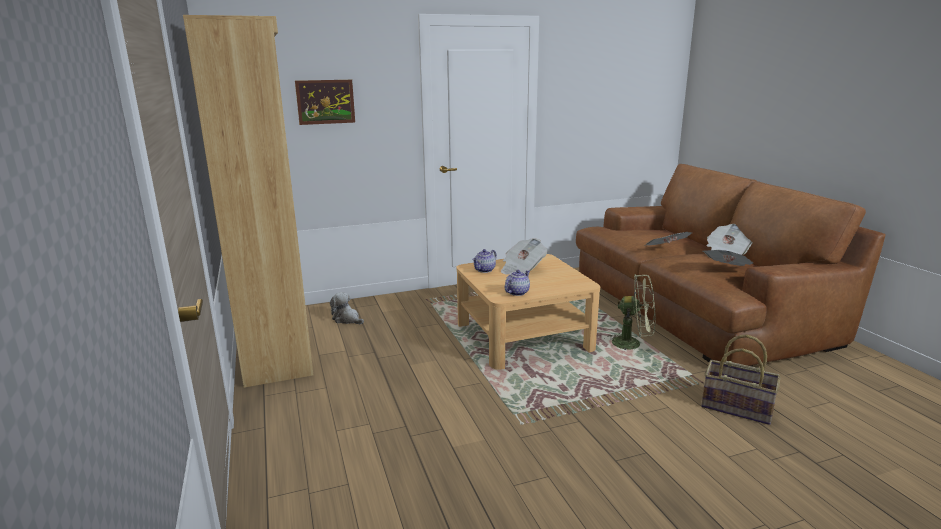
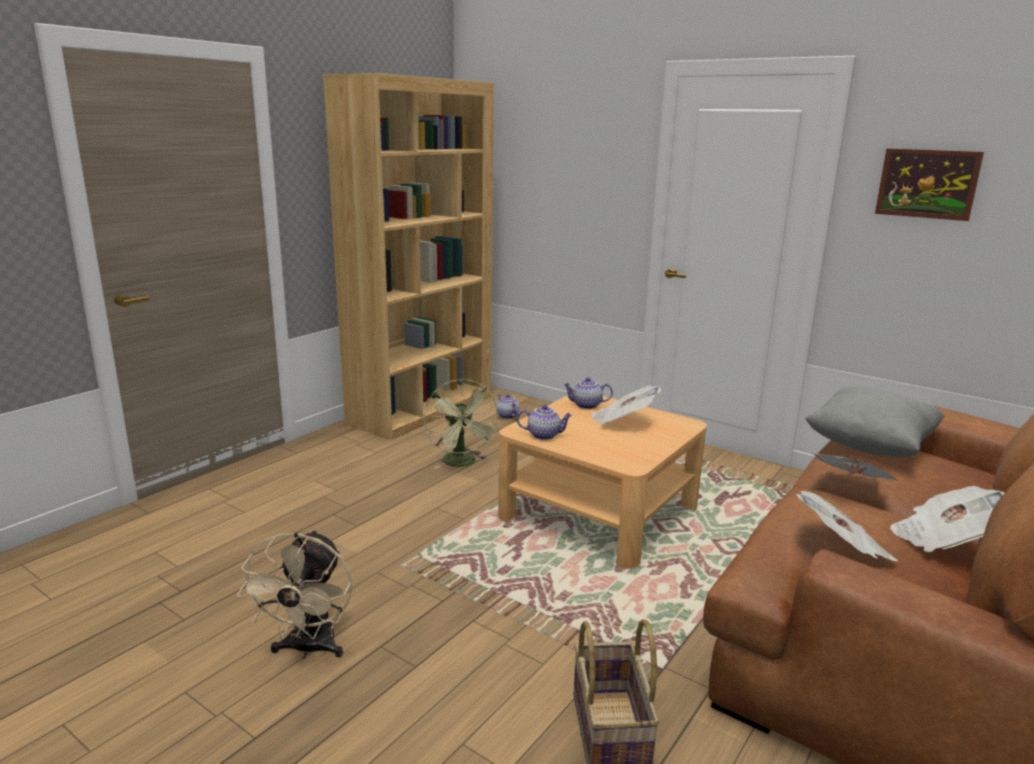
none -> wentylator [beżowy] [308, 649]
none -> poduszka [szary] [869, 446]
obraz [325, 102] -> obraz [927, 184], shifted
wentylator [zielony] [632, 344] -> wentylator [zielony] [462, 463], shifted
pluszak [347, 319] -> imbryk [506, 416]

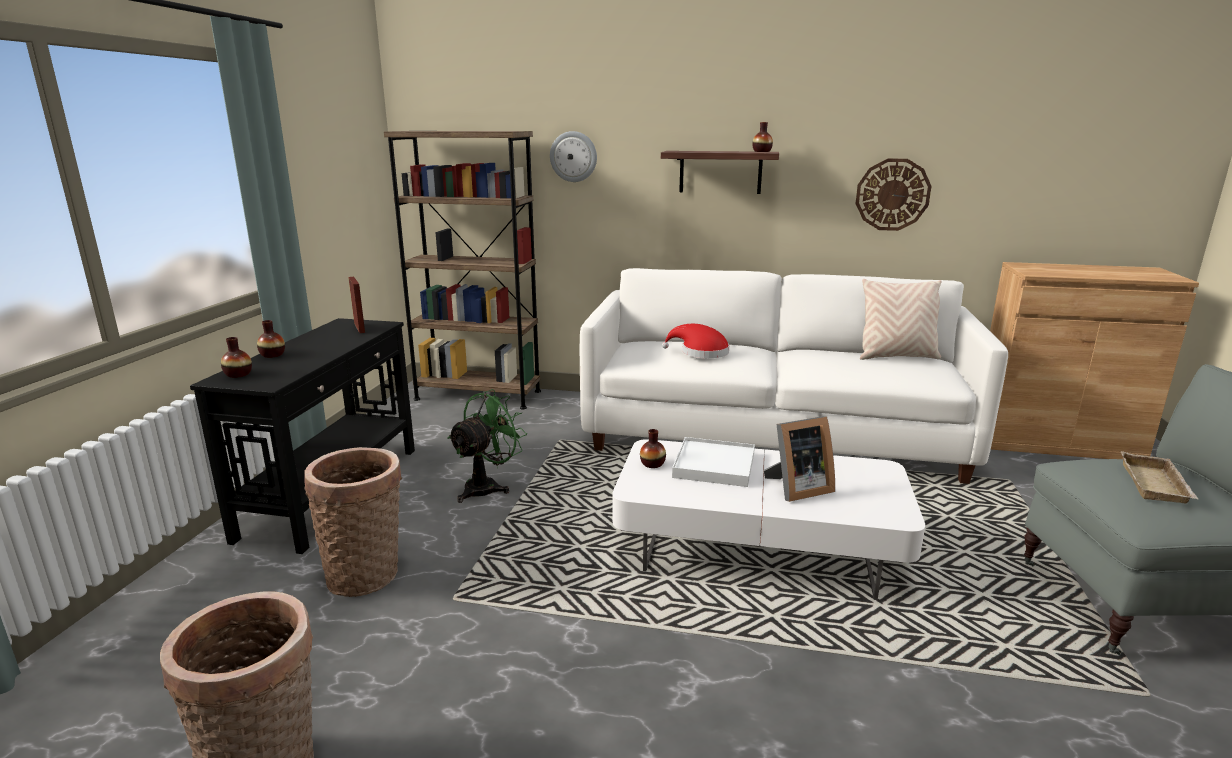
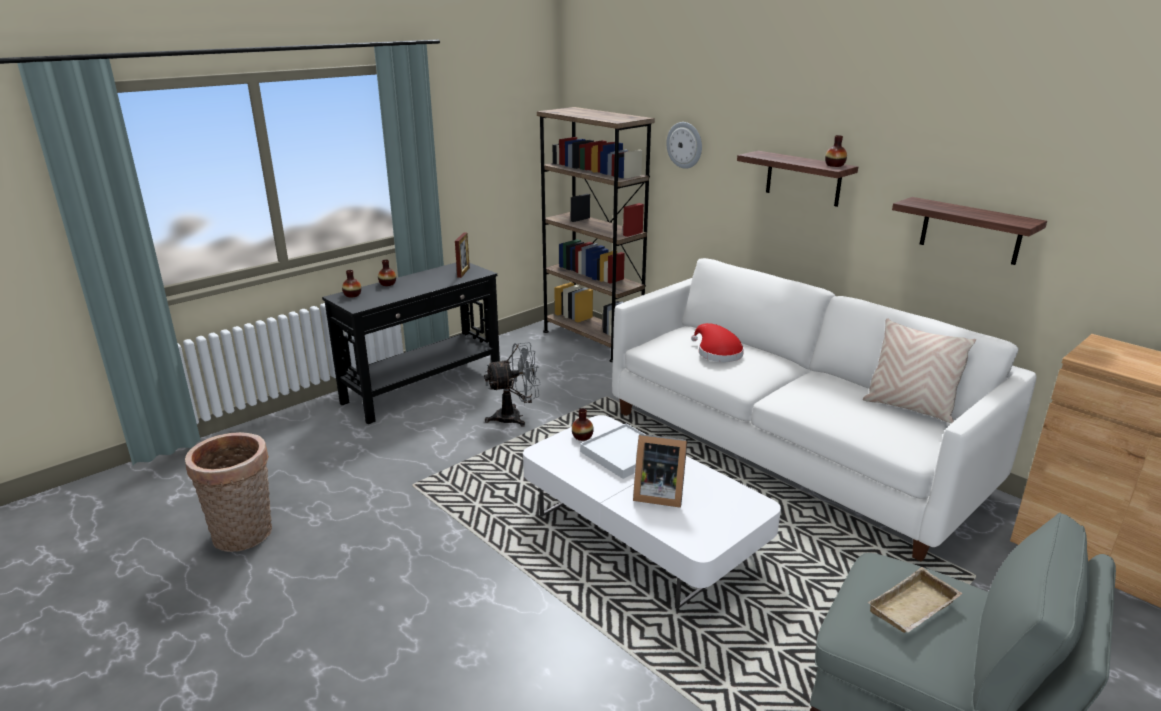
koszyk [367, 573] -> none
zegar ścienny [892, 194] -> półka [970, 231]
wentylator [zielony] [487, 487] -> wentylator [szary] [515, 417]

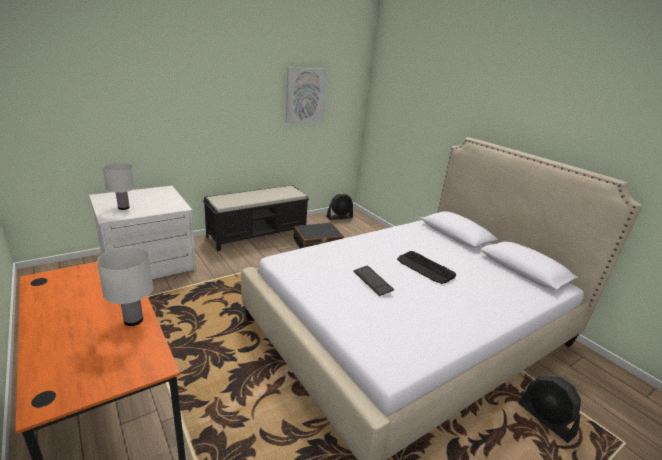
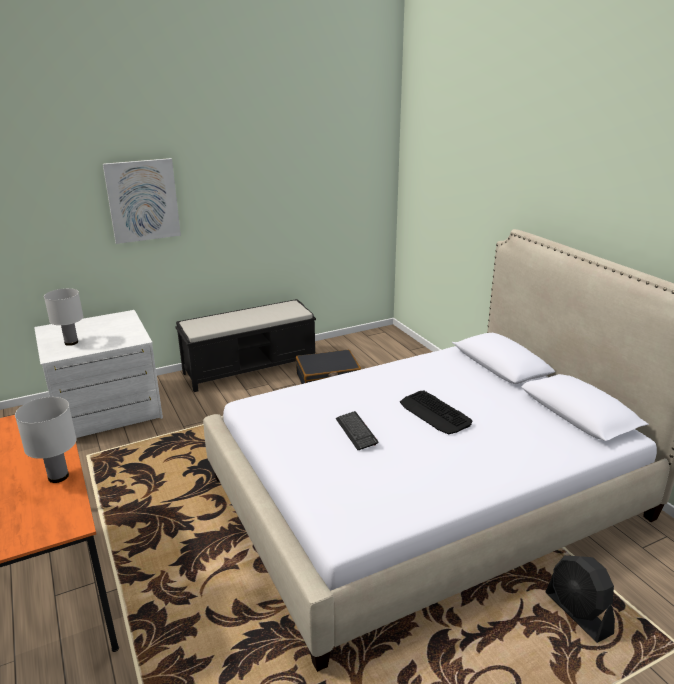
wentylator [czarny] [339, 217] -> none
obraz [305, 95] -> obraz [143, 200], shifted

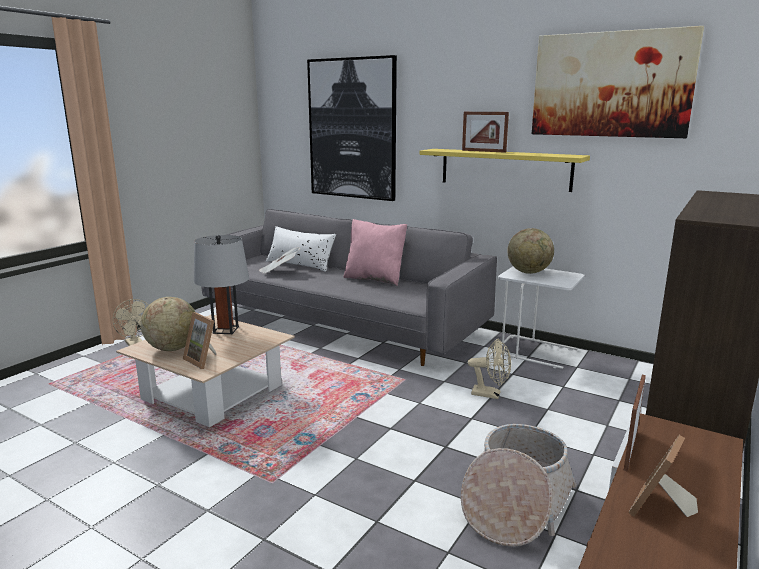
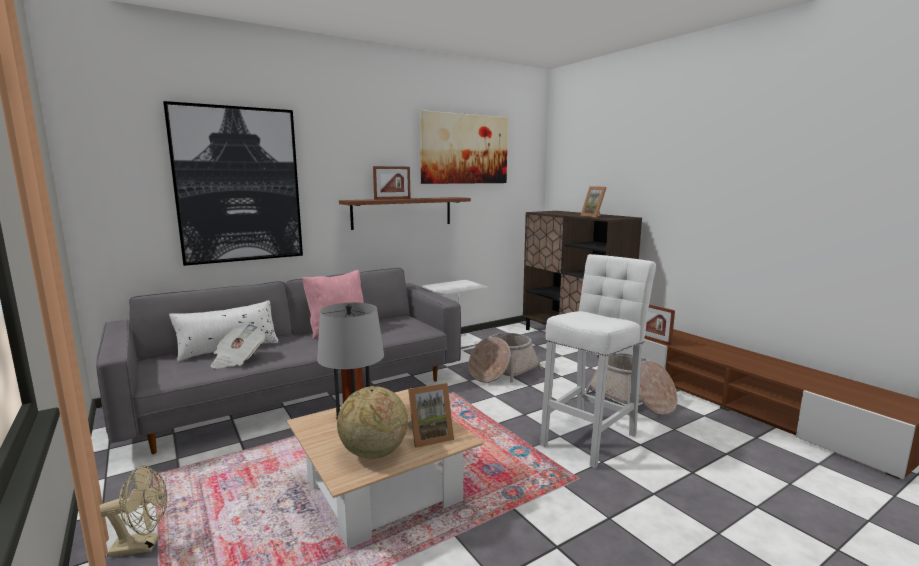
globus [529, 272] -> none
none -> stołek [biały] [591, 437]
ramka na zdjęcie [659, 509] -> ramka na zdjęcie [594, 216], shifted
wentylator [beżowy] [490, 394] -> koszyk [502, 372]
półka [żółty] [505, 169] -> półka [brązowy] [402, 212]

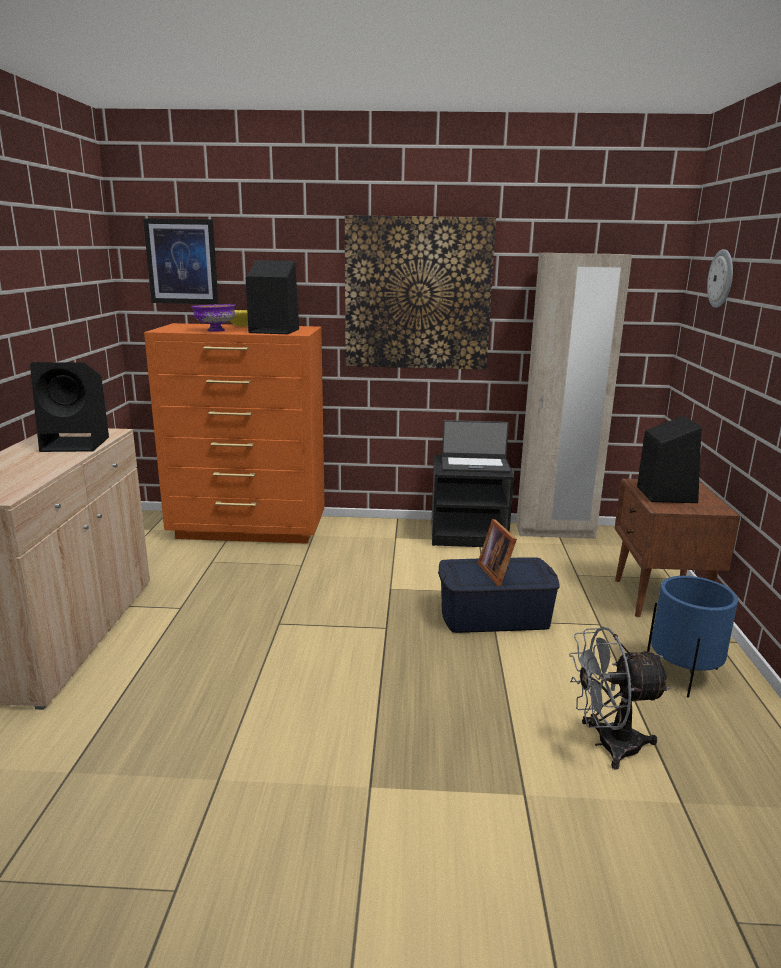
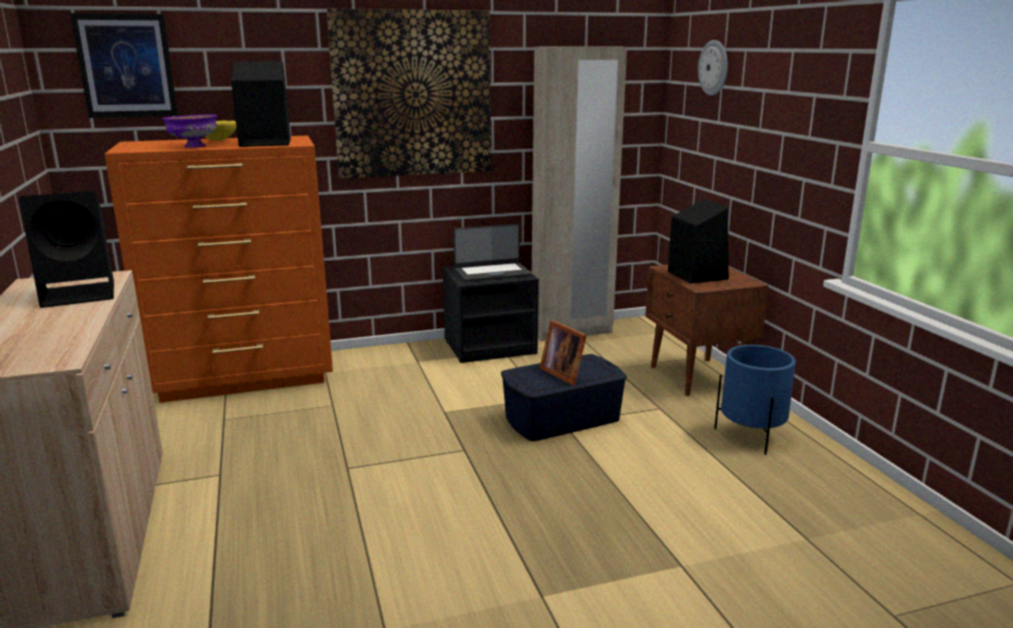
wentylator [szary] [607, 745] -> none

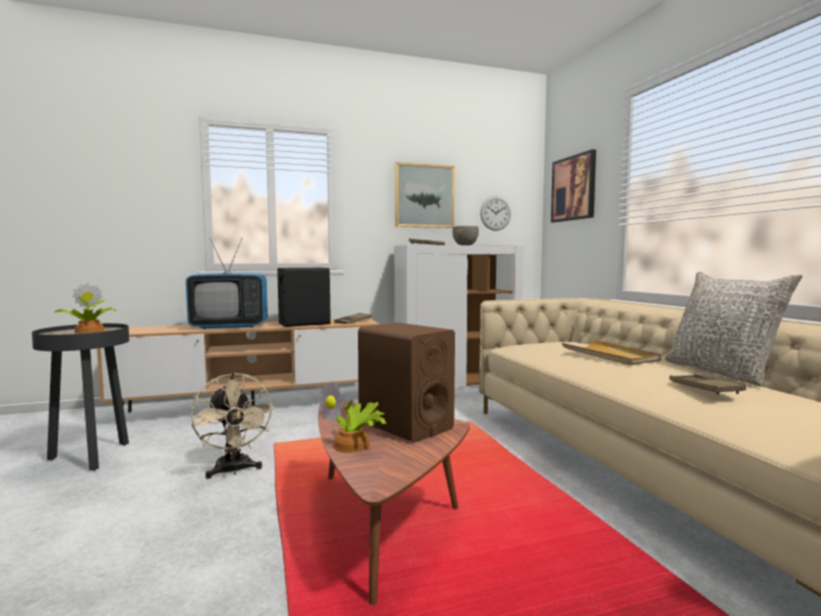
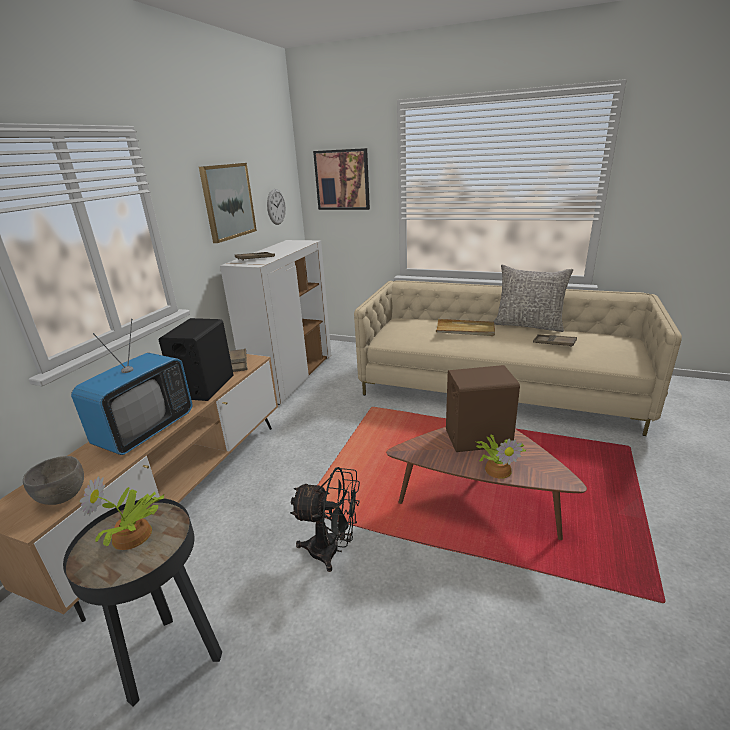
miska [szary] [465, 245] -> miska [szary] [63, 497], shifted
wentylator [beżowy] [234, 471] -> wentylator [czarny] [332, 550]

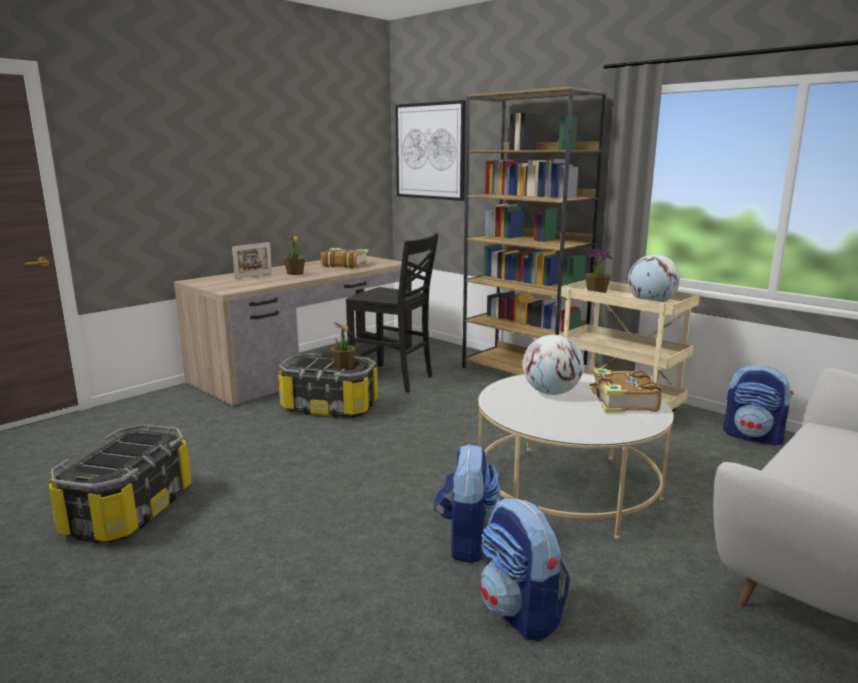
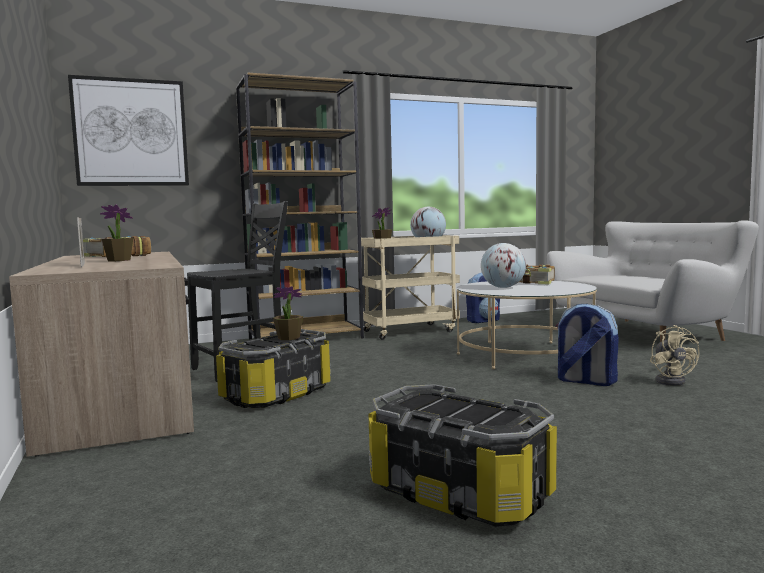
plecak [521, 612] -> wentylator [beżowy] [672, 380]

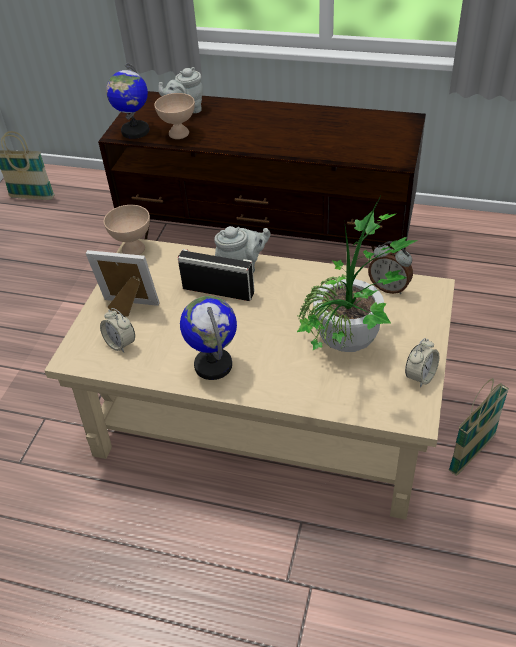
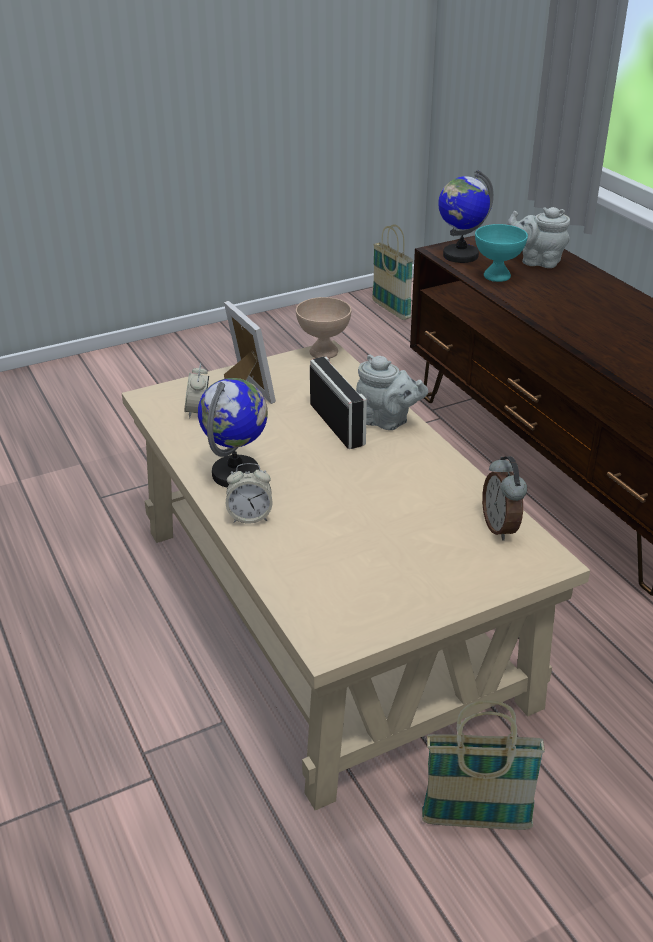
roślina doniczkowa [346, 350] -> none
budzik [420, 376] -> budzik [250, 516], shifted
miska [beżowy] [179, 133] -> miska [turkusowy] [498, 276]

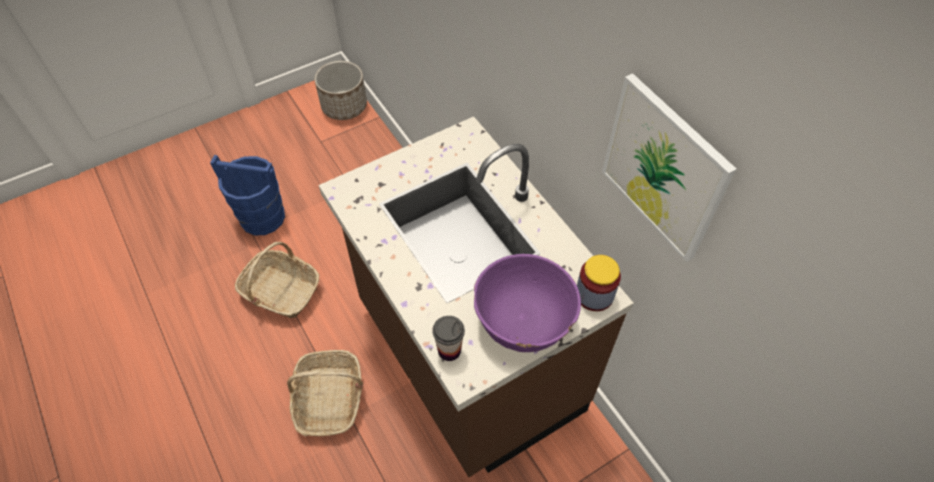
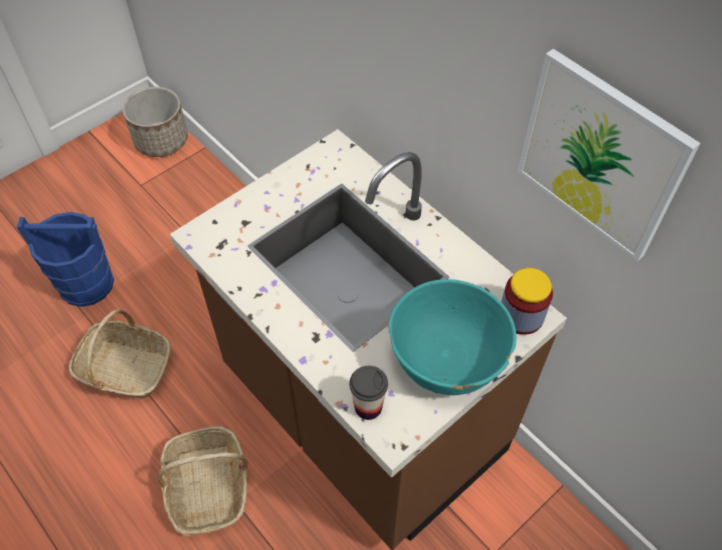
miska [fioletowy] [523, 320] -> miska [turkusowy] [447, 358]

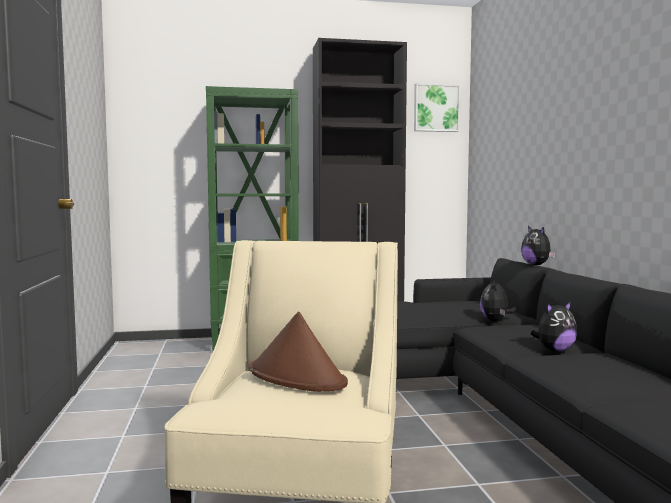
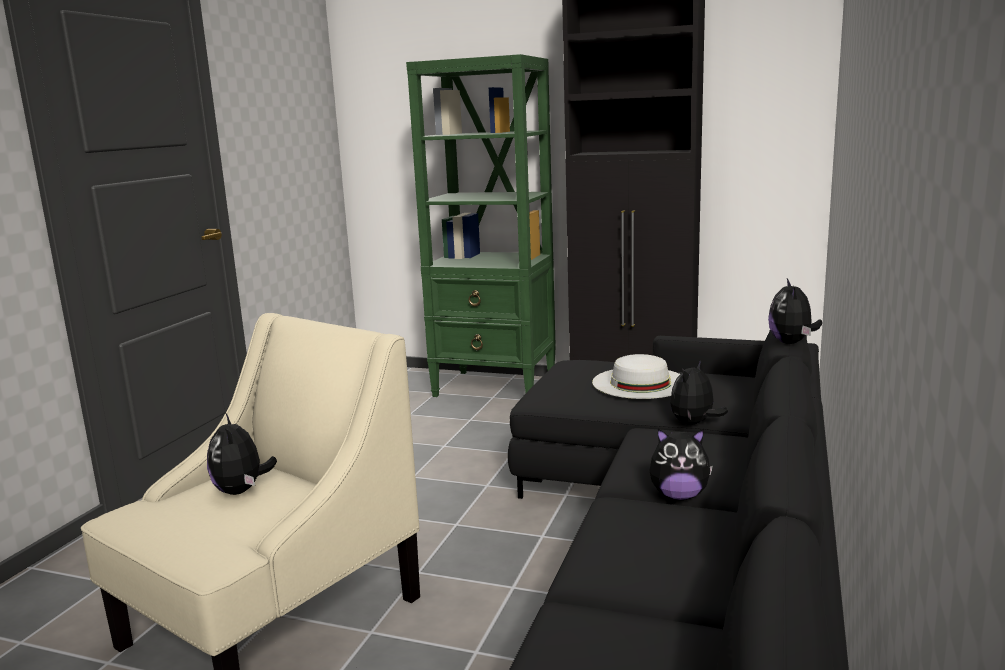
obraz [436, 108] -> none
none -> kapelusz [biały] [640, 382]
kapelusz [brązowy] [297, 377] -> pluszak [242, 491]

